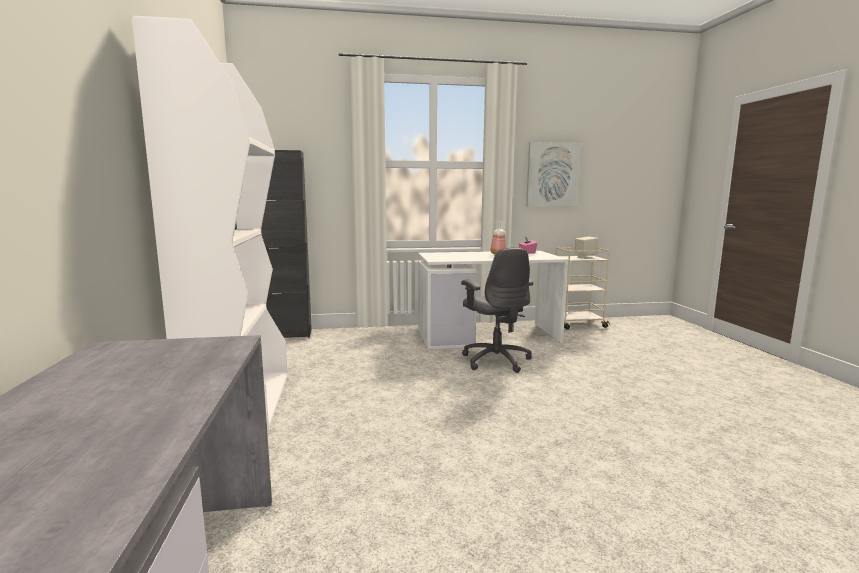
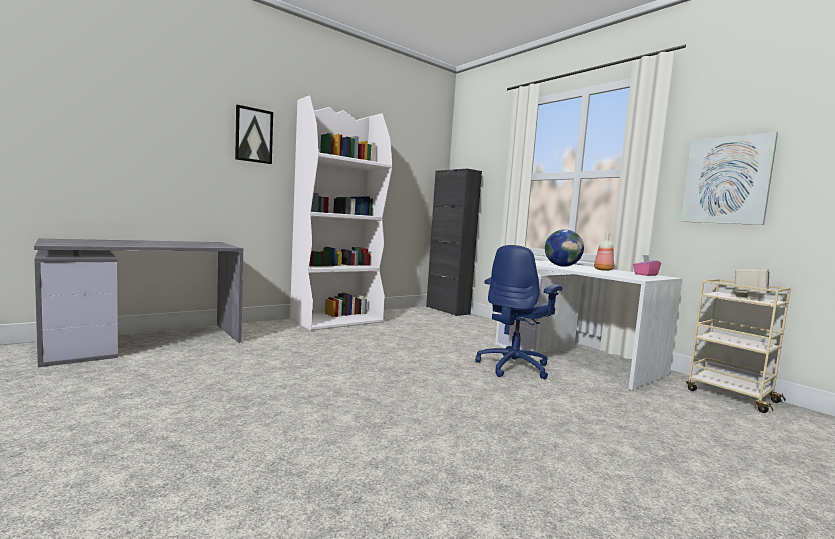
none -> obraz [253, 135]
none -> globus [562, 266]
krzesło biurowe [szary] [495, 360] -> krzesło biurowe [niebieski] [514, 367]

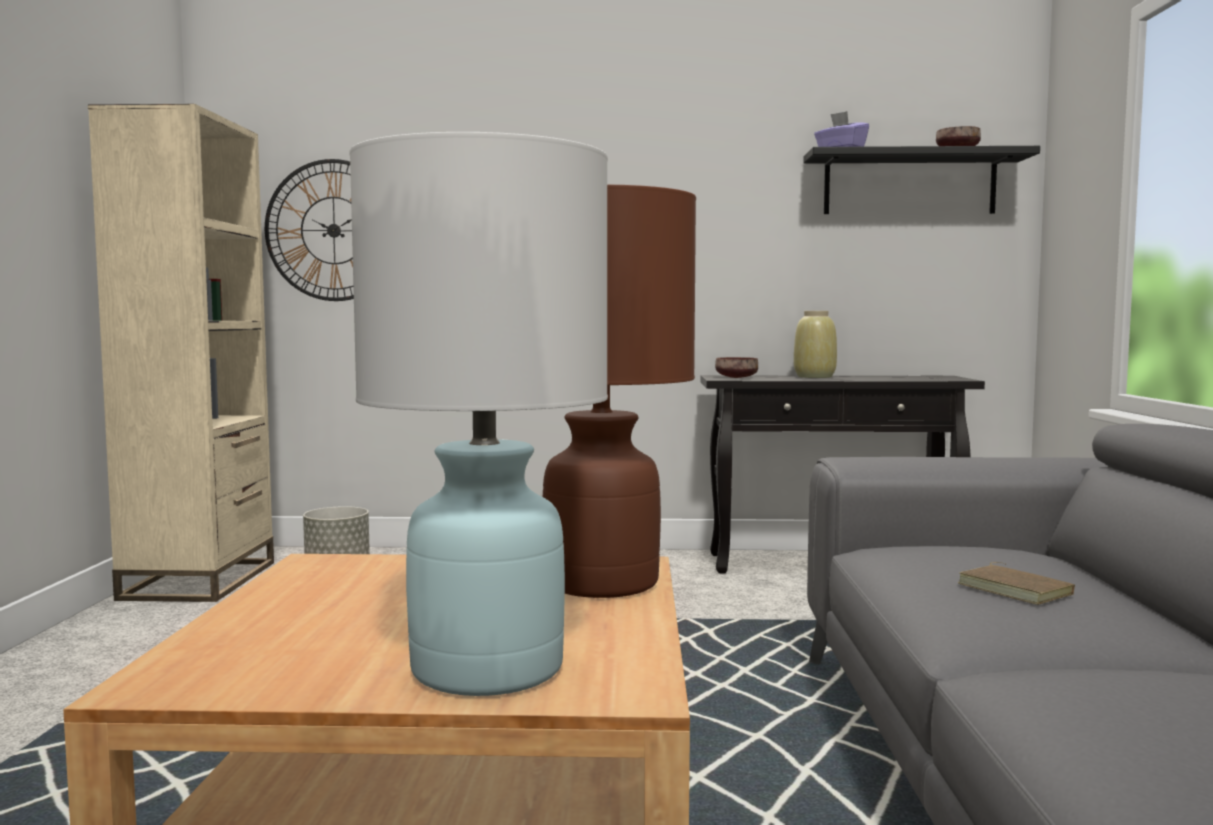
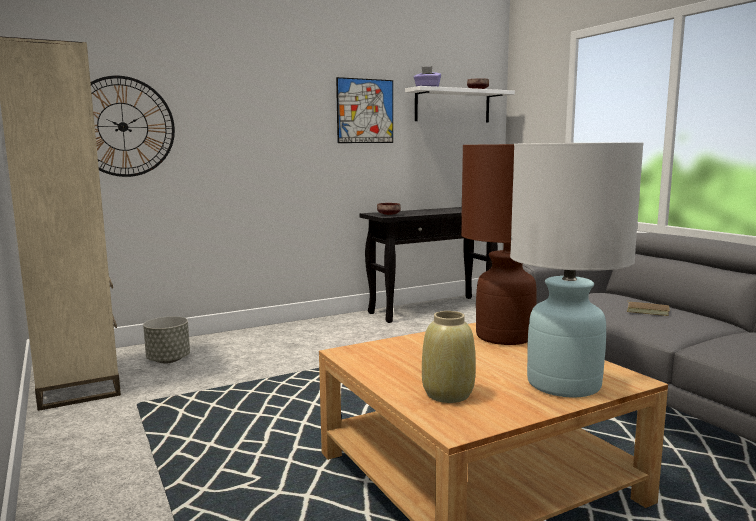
none -> obraz [365, 111]
wazon [beżowy] [814, 377] -> wazon [beżowy] [447, 395], shifted
półka [czarny] [909, 184] -> półka [biały] [452, 106]

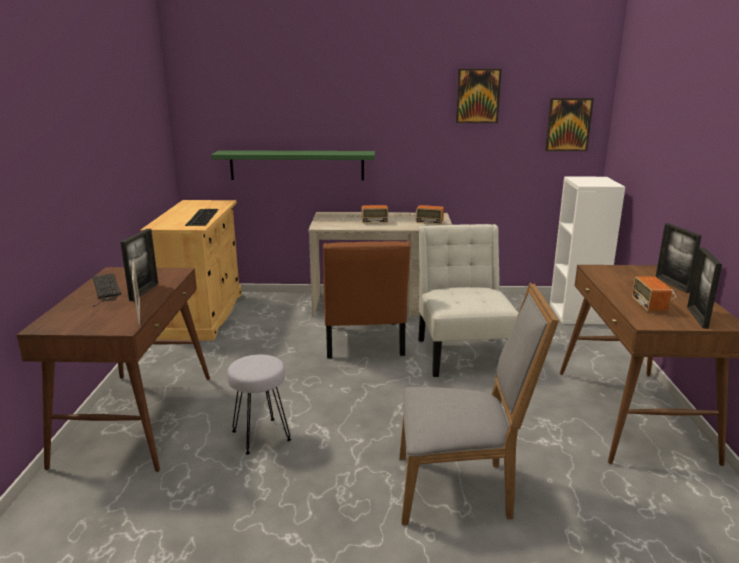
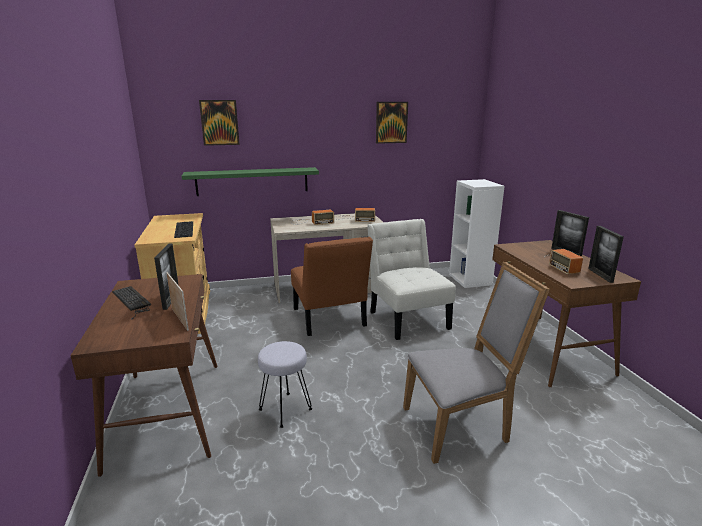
obraz [568, 124] -> obraz [219, 122], shifted

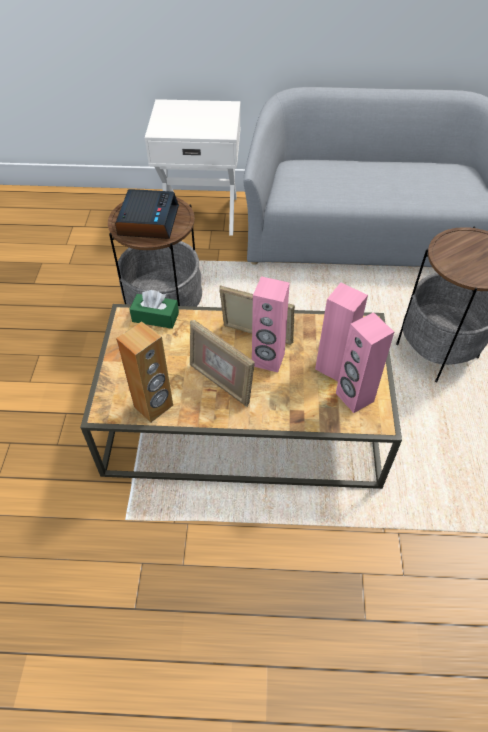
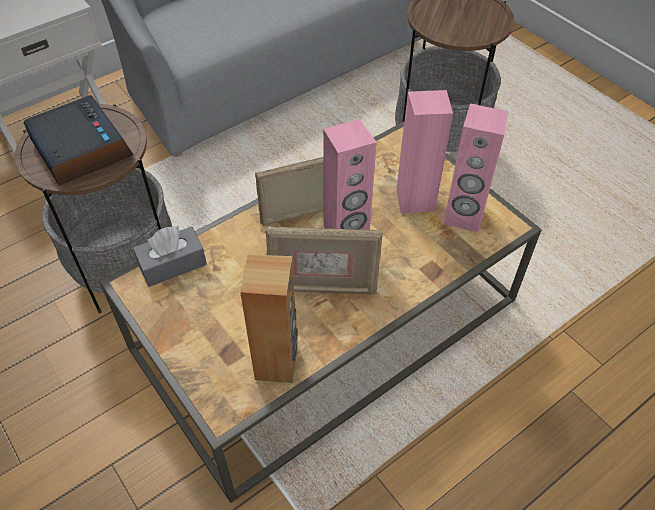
pudełko chusteczek [zielony] [155, 317] -> pudełko chusteczek [szary] [172, 264]

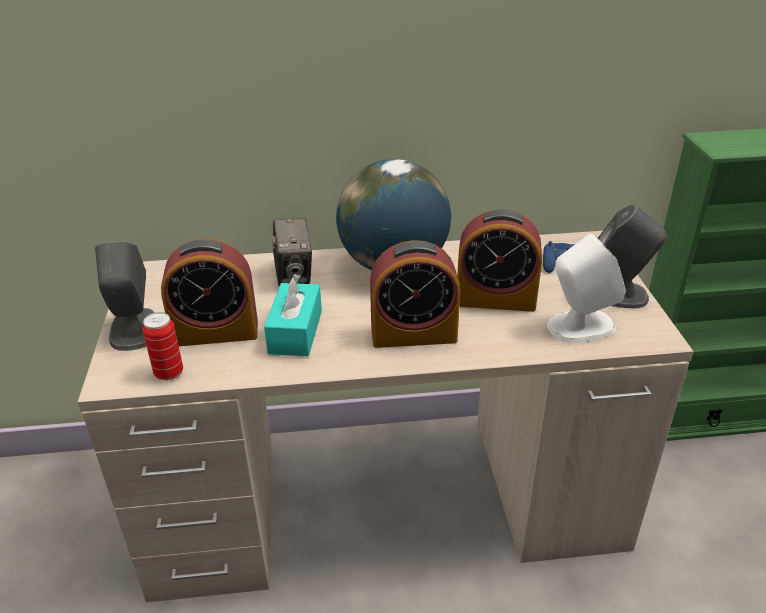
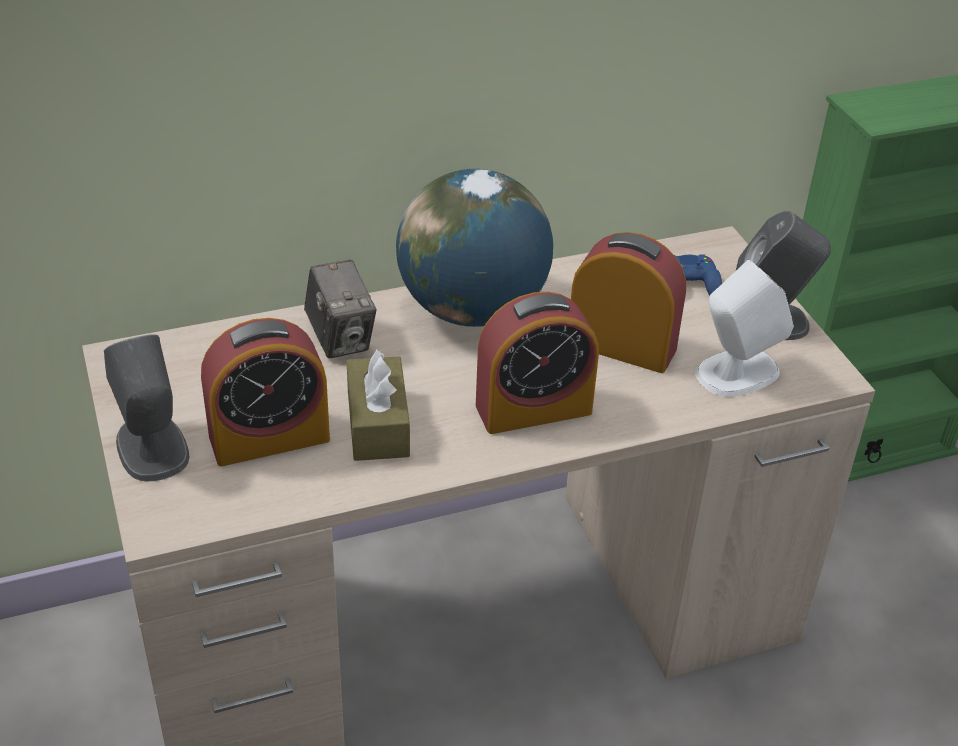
puszka [169, 373] -> none
pudełko chusteczek [turkusowy] [295, 331] -> pudełko chusteczek [brązowy] [378, 424]
budzik [495, 299] -> budzik [621, 346], 150 degrees counterclockwise

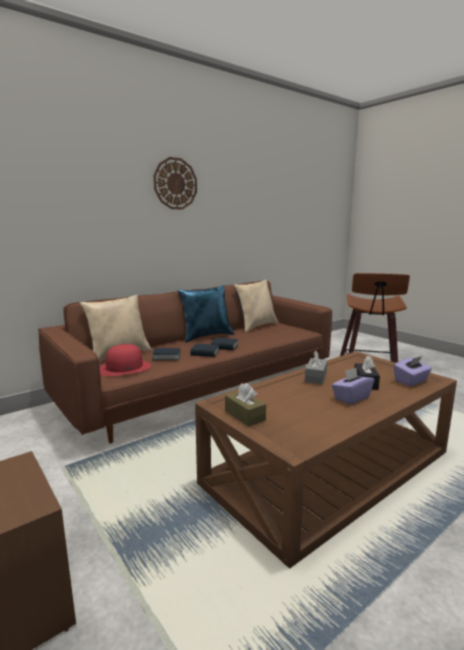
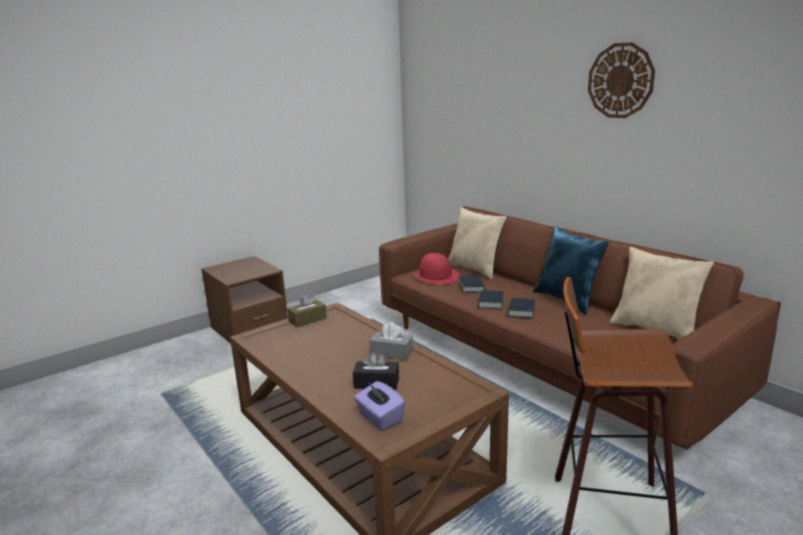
pudełko chusteczek [fioletowy] [351, 398] -> none

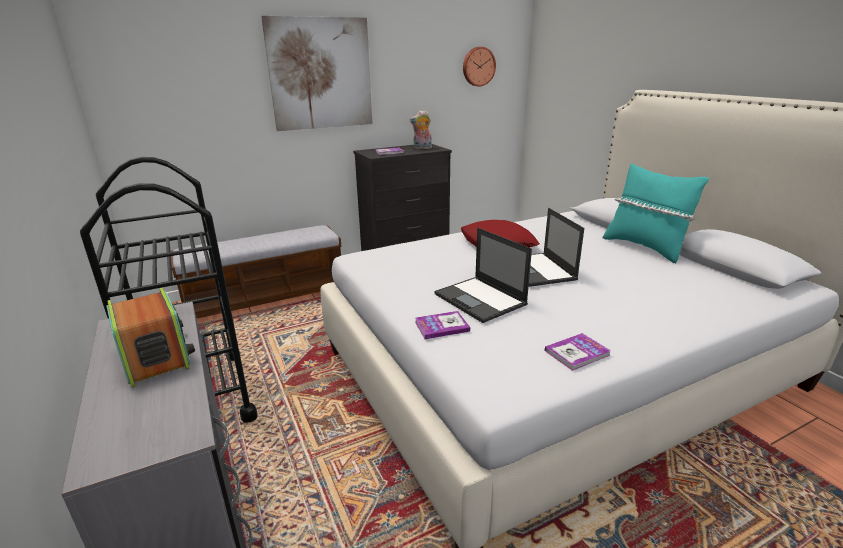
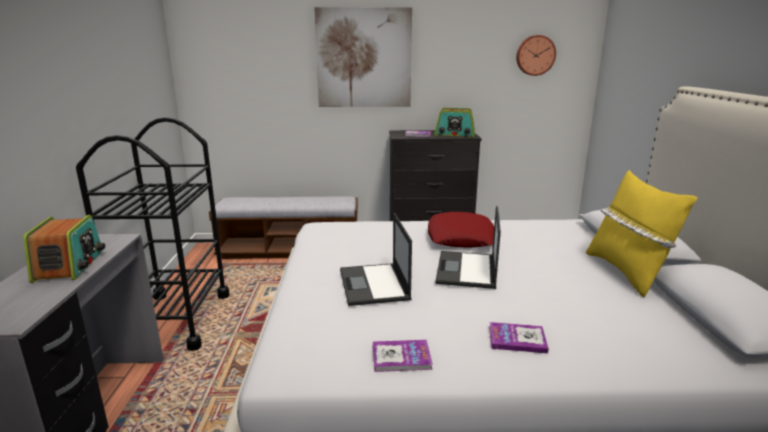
książka [441, 326] -> książka [517, 339], shifted
pluszak [422, 148] -> radio [454, 134]
poduszka [turkusowy] [644, 247] -> poduszka [żółty] [626, 272]

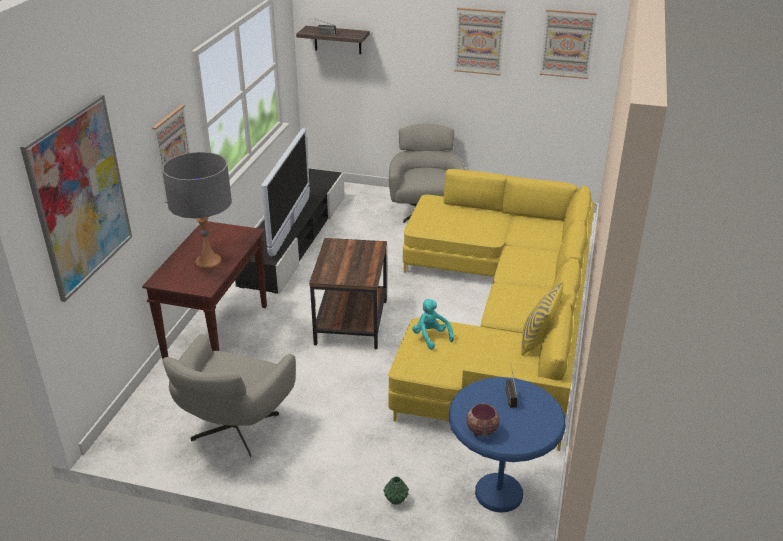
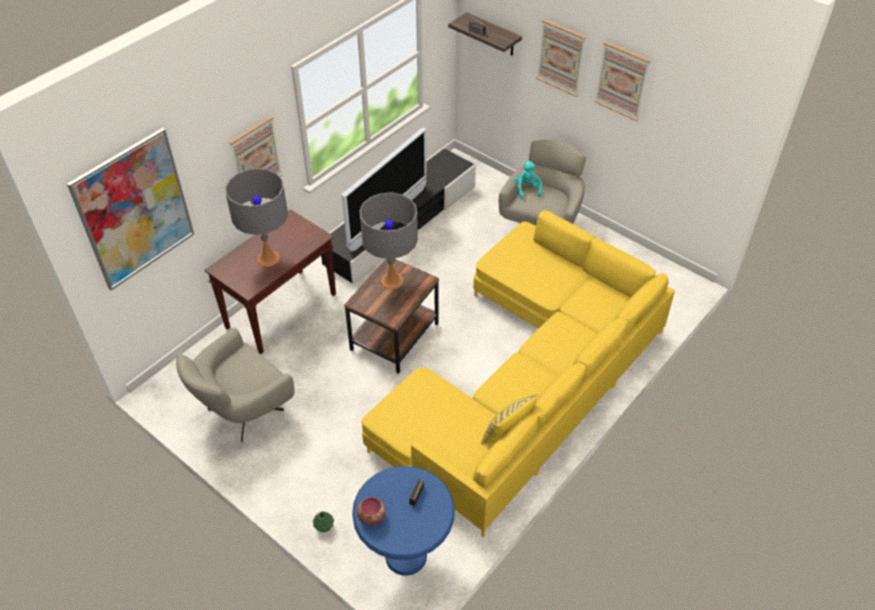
none -> lampa stołowa [szary] [392, 281]
pluszak [turkusowy] [431, 337] -> pluszak [turkusowy] [527, 189], shifted
obraz [567, 44] -> obraz [561, 57], shifted

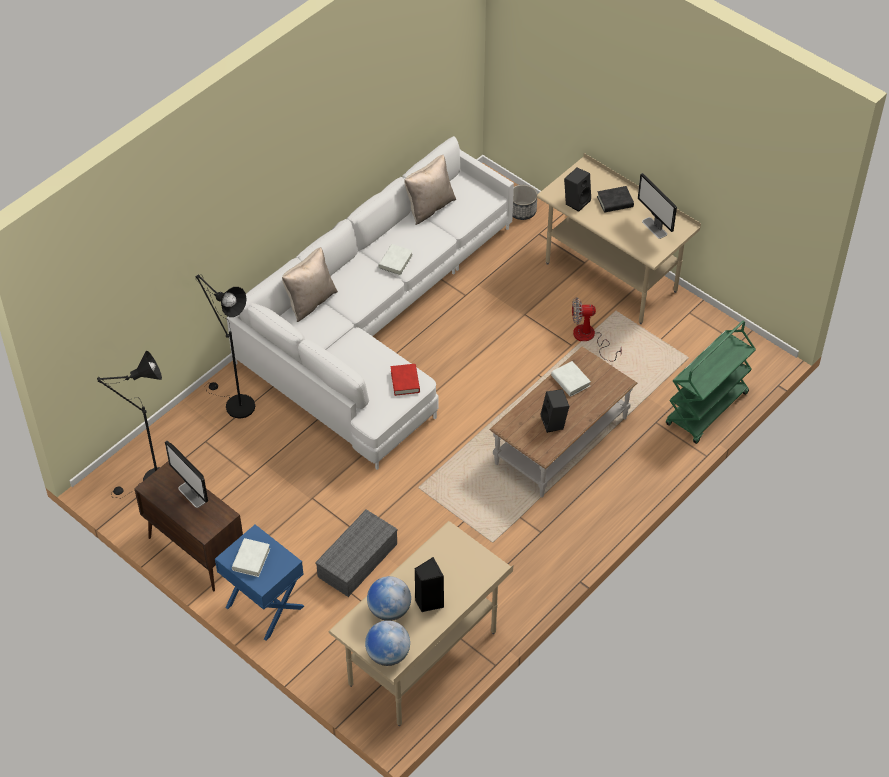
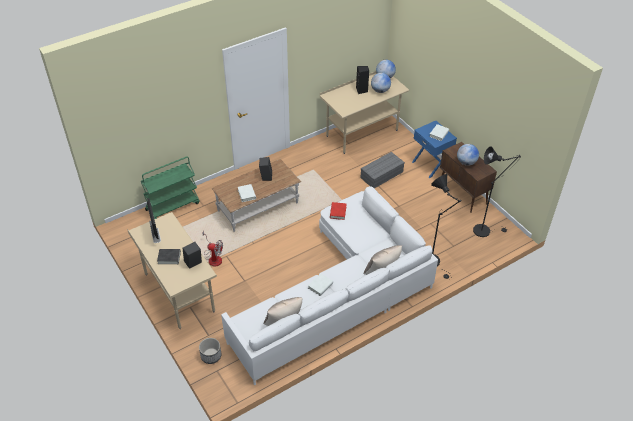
monitor [192, 495] -> globus [466, 162]

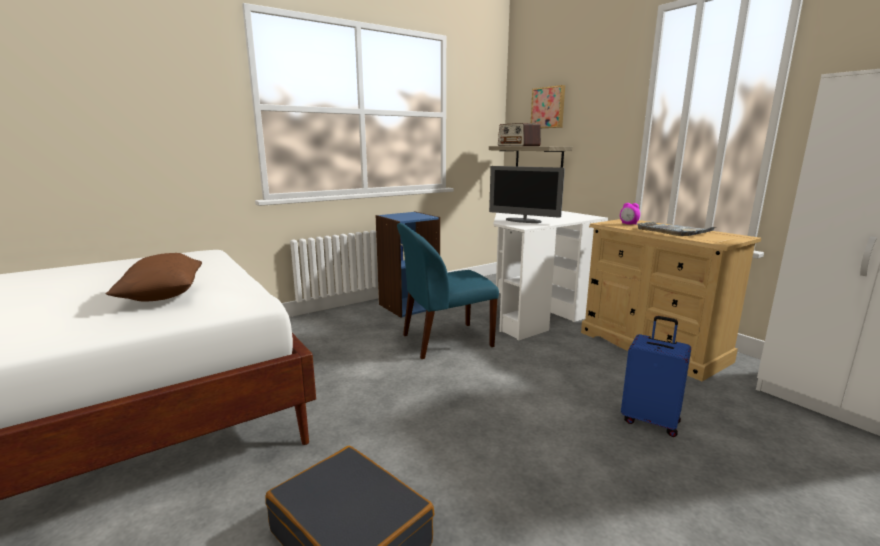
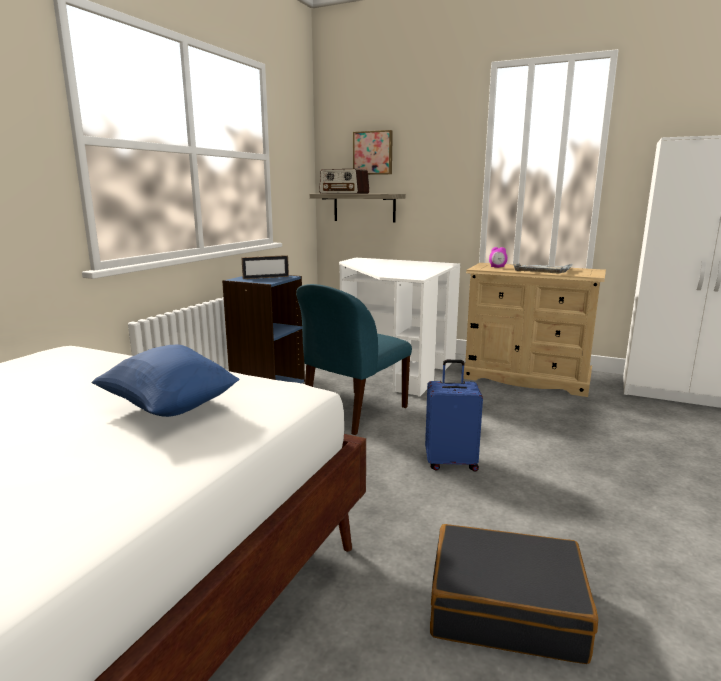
monitor [523, 221] -> none
none -> ramka na zdjęcie [266, 277]
walizka [niebieski] [650, 420] -> walizka [niebieski] [451, 462], shifted
poduszka [brązowy] [162, 296] -> poduszka [niebieski] [169, 407]

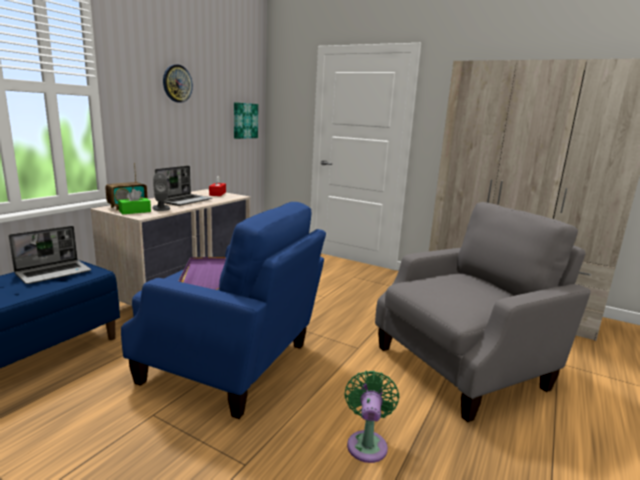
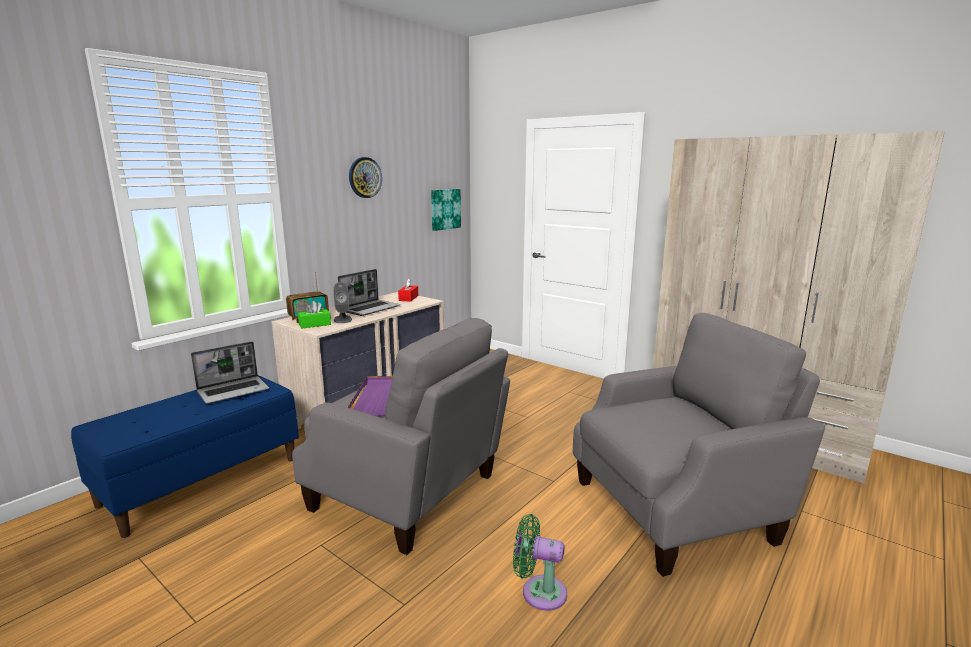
fotel [niebieski] [231, 364] -> fotel [szary] [408, 494]
wentylator [zielony] [367, 443] -> wentylator [zielony] [539, 591], 90 degrees counterclockwise

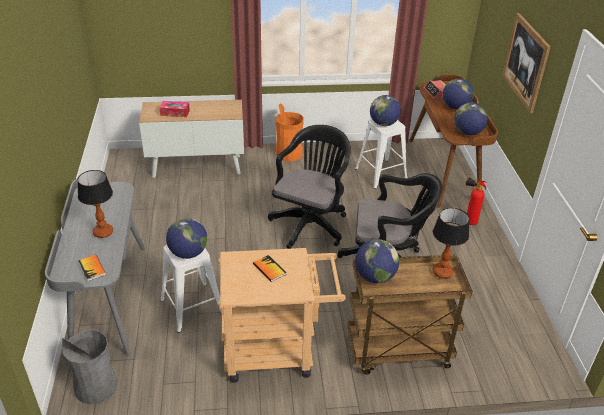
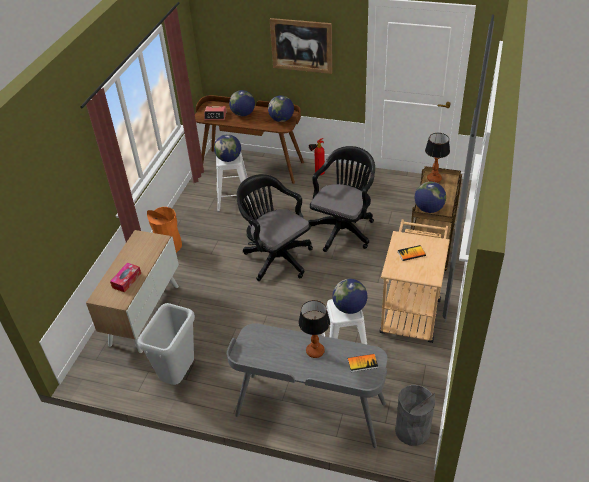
none -> kosz na śmieci [szary] [178, 375]

